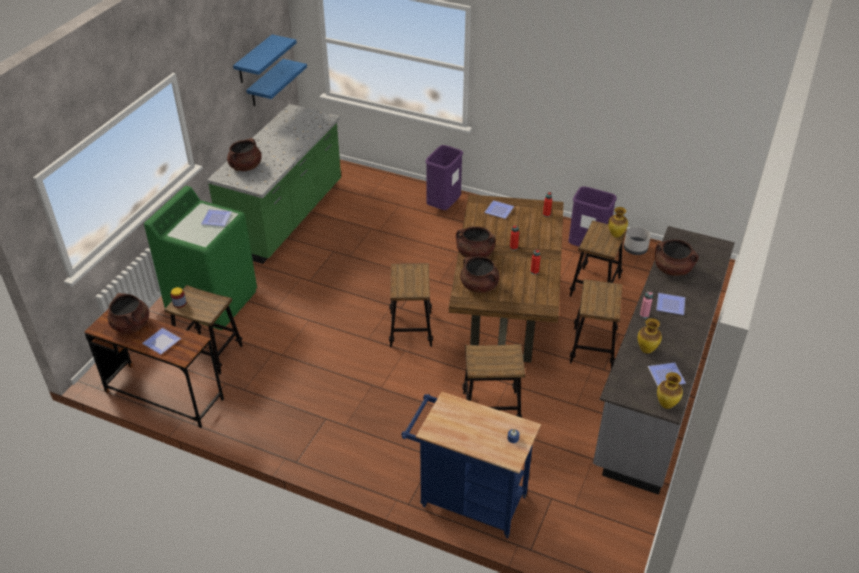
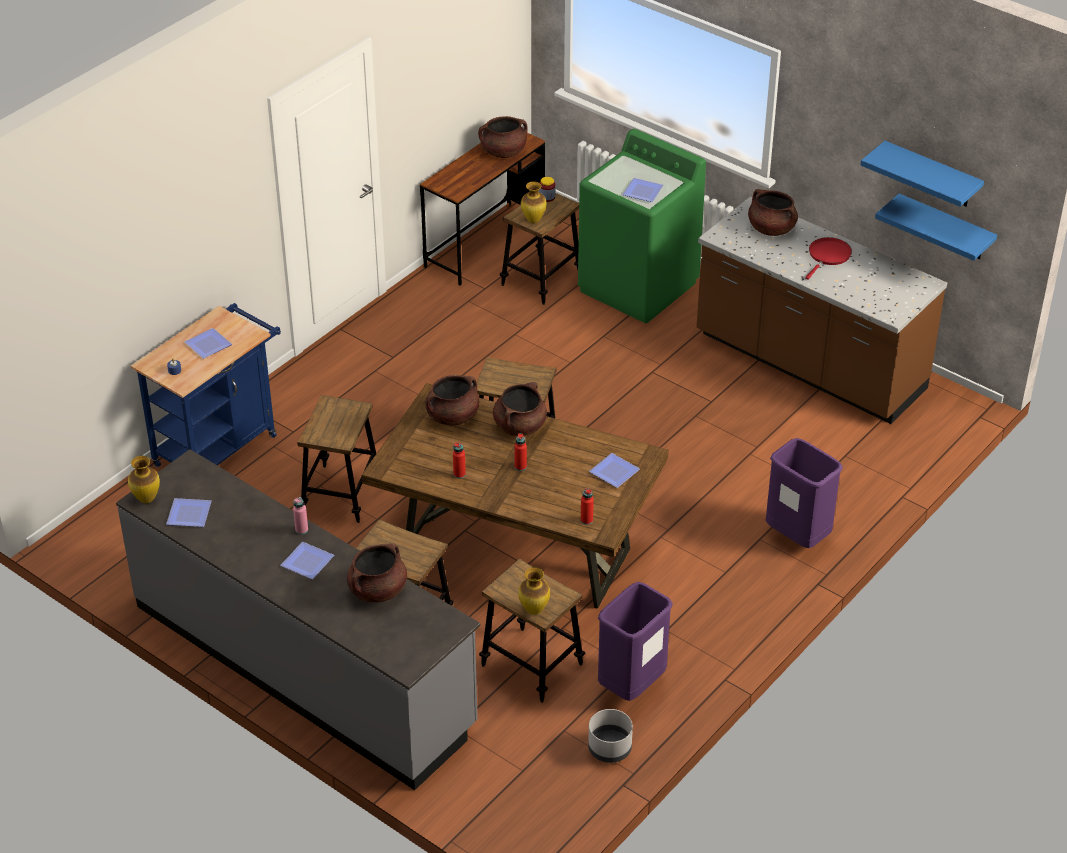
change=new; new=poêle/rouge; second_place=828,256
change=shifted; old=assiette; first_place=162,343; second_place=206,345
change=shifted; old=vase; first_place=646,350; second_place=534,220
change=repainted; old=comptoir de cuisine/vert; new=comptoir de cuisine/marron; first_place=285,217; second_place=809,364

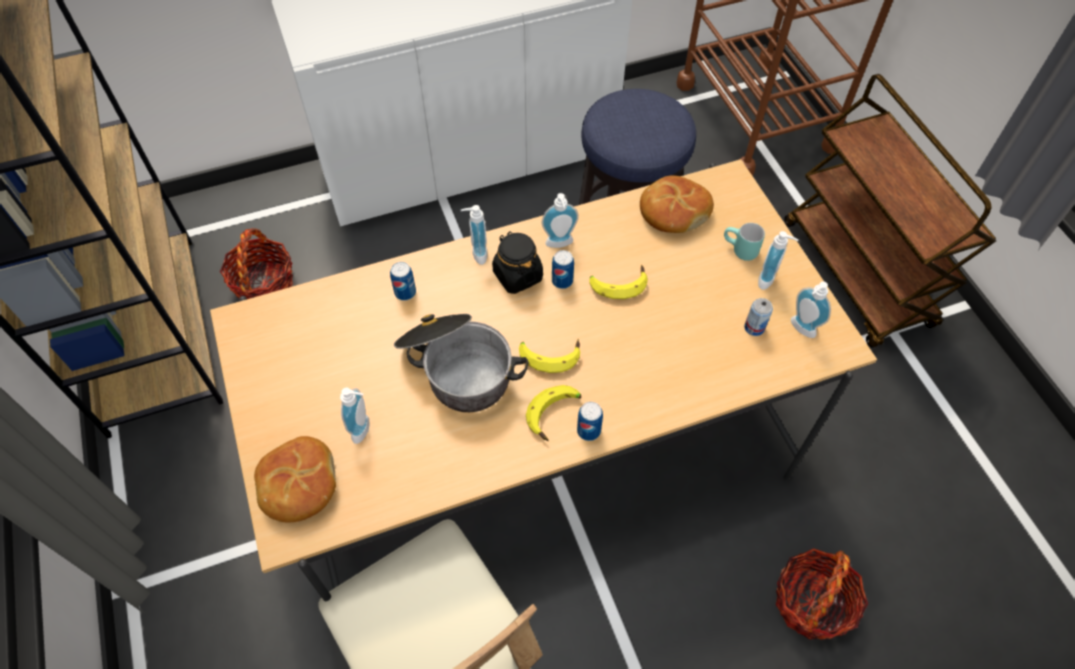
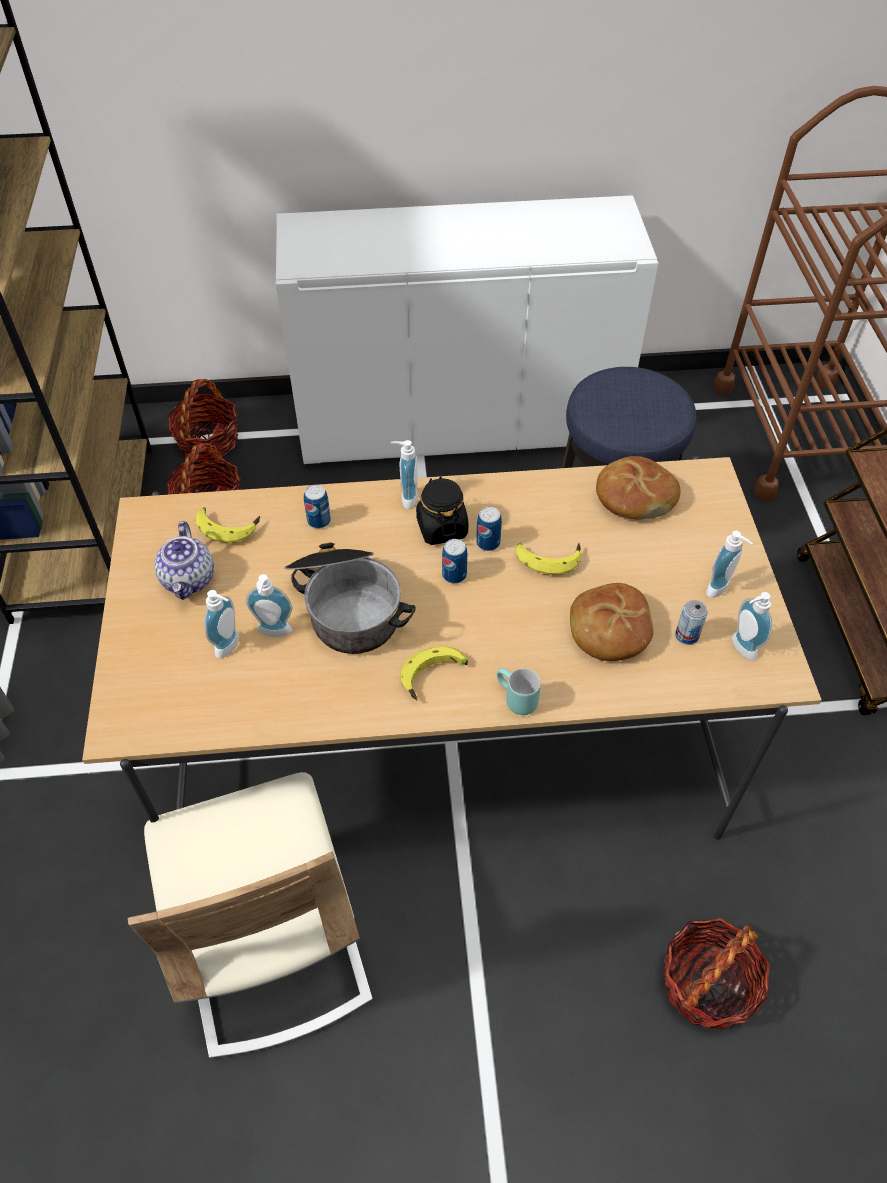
change=new; new=théière; second_place=189,579
change=new; new=panier; second_place=208,440
change=shifted; old=pain; first_place=298,485; second_place=608,630
change=shifted; old=banane; first_place=550,354; second_place=228,526
change=shifted; old=distributeur de savon; first_place=560,245; second_place=274,633
change=shifted; old=boîte métallique; first_place=588,431; second_place=454,575
change=shifted; old=mug/turquoise; first_place=739,251; second_place=514,700

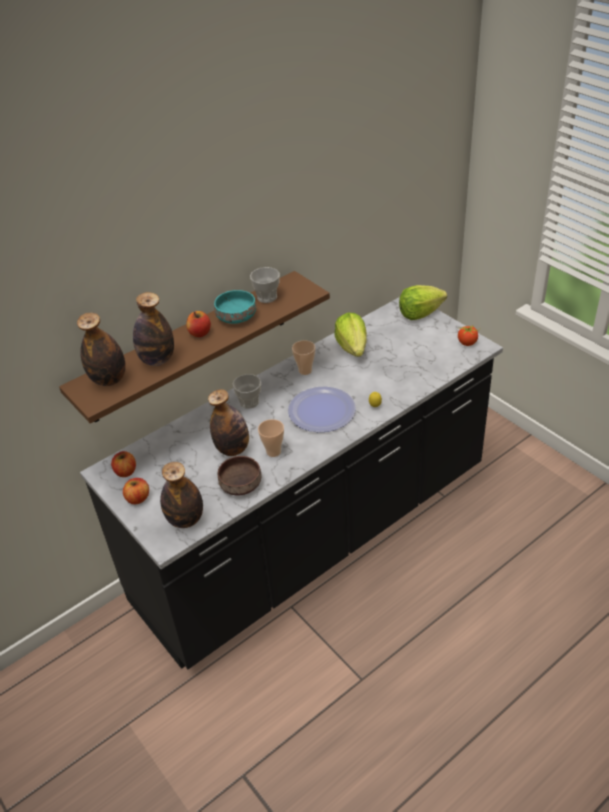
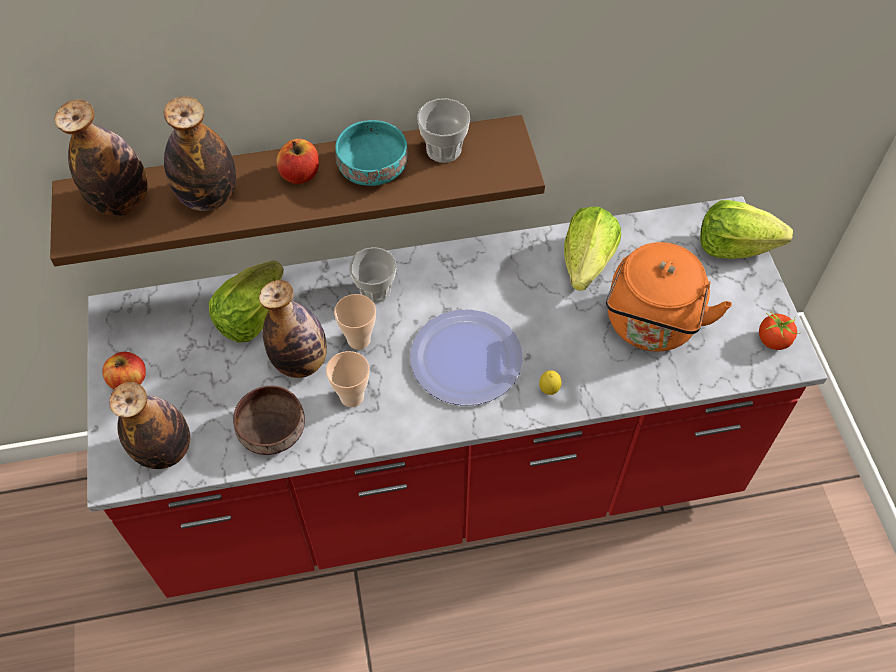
change=gone; old=pomme; first_place=126,472
change=new; new=laitue; second_place=251,316
change=new; new=bouilloire/orange; second_place=651,326
change=shifted; old=tasse; first_place=305,370; second_place=359,340
change=repainted; old=comptoir de cuisine/noir; new=comptoir de cuisine/rouge; first_place=314,536; second_place=448,479

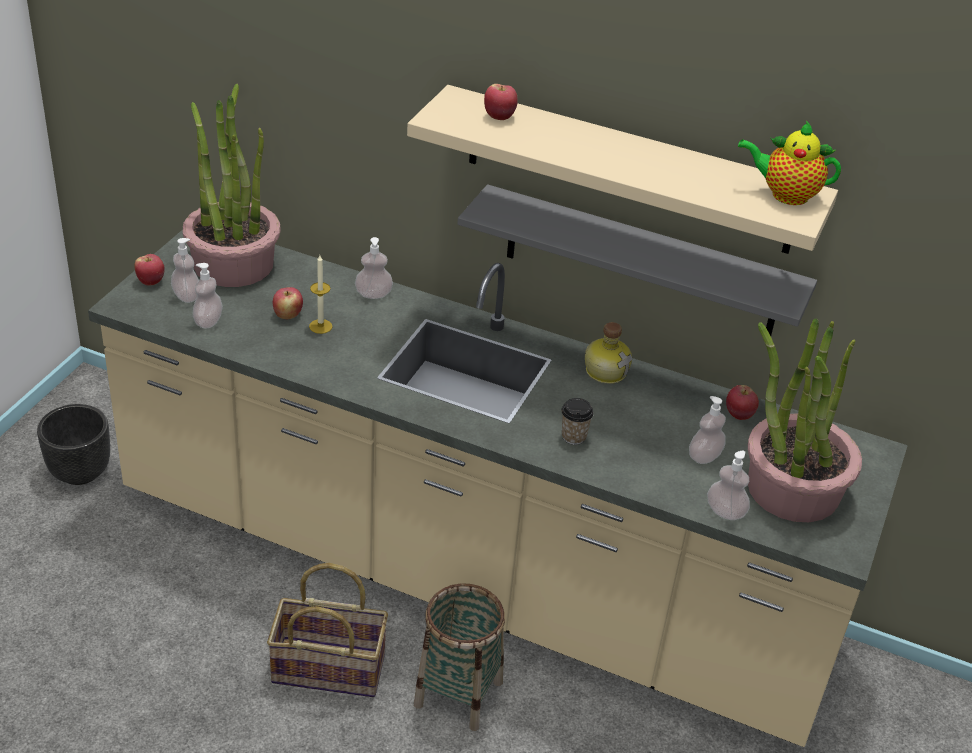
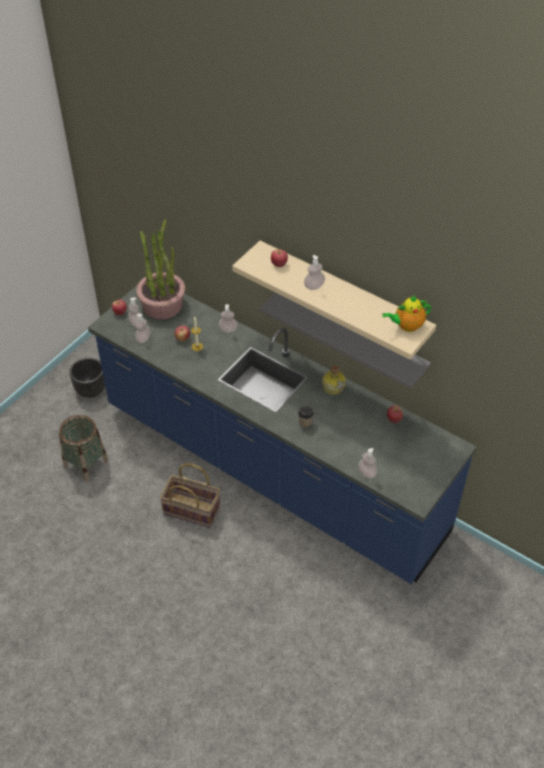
change=gone; old=plante en pot; first_place=792,489
change=shifted; old=panier; first_place=459,693; second_place=86,464
change=shifted; old=distributeur de savon; first_place=704,456; second_place=314,286
change=repainted; old=comptoir de cuisine/beige; new=comptoir de cuisine/bleu; first_place=468,575; second_place=272,470
change=rotated; old=théière; first_place=785,195; second_place=406,326; degrees=-45

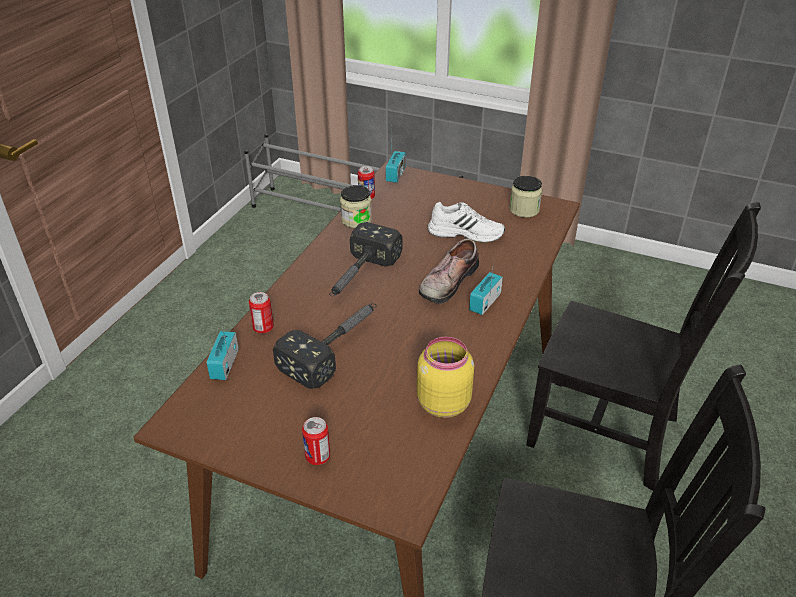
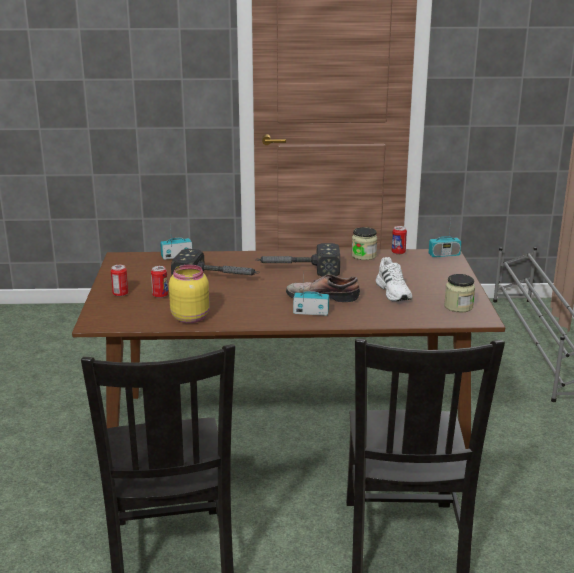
change=shifted; old=boîte métallique; first_place=263,328; second_place=160,295

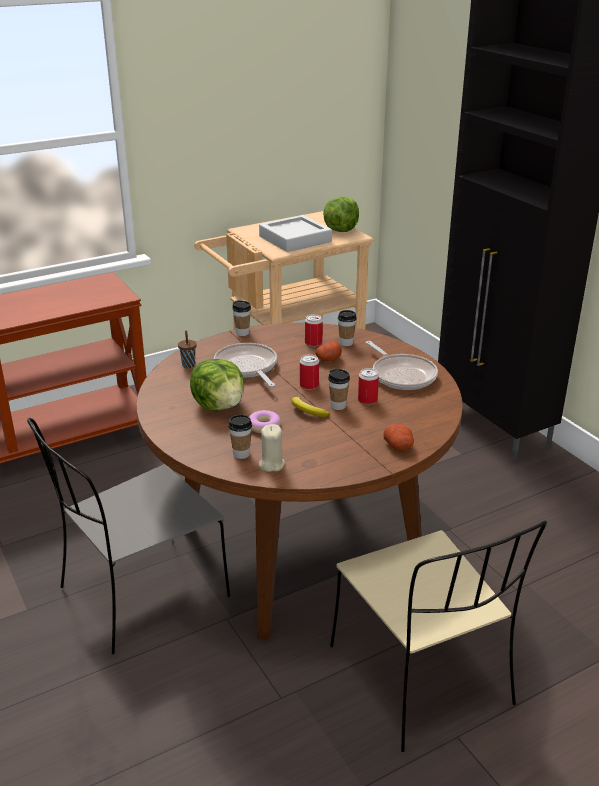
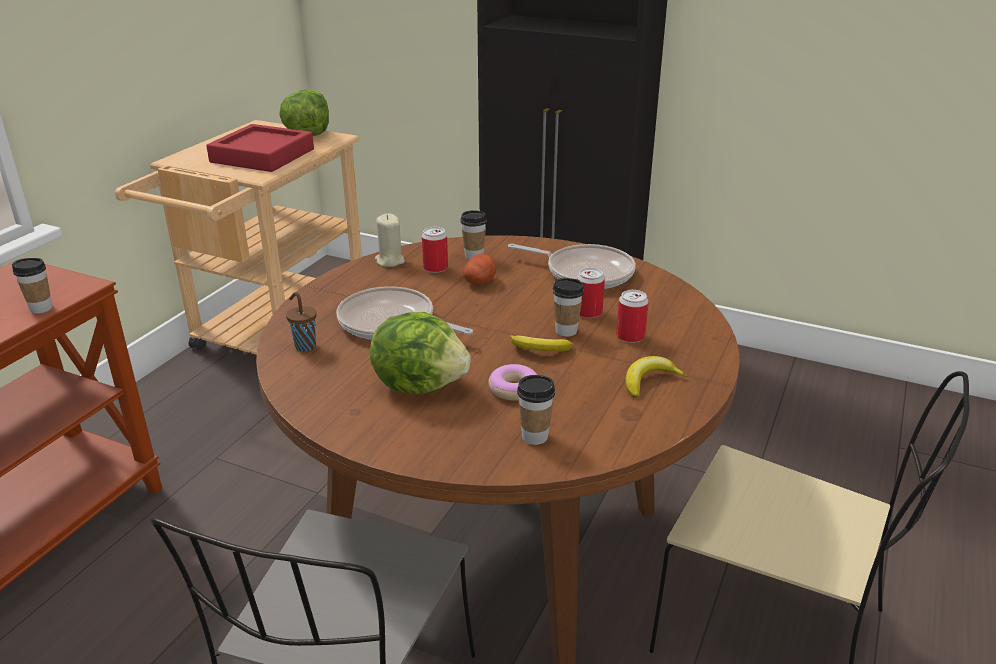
change=gone; old=pomme de terre; first_place=399,446
change=new; new=banane; second_place=649,381
change=shifted; old=tasse; first_place=242,333; second_place=41,308
change=shifted; old=bougie/beige; first_place=271,464; second_place=389,261
change=shifted; old=boîte métallique; first_place=309,385; second_place=630,336
change=repainted; old=plateau/gris; new=plateau/rouge; first_place=295,239; second_place=262,156

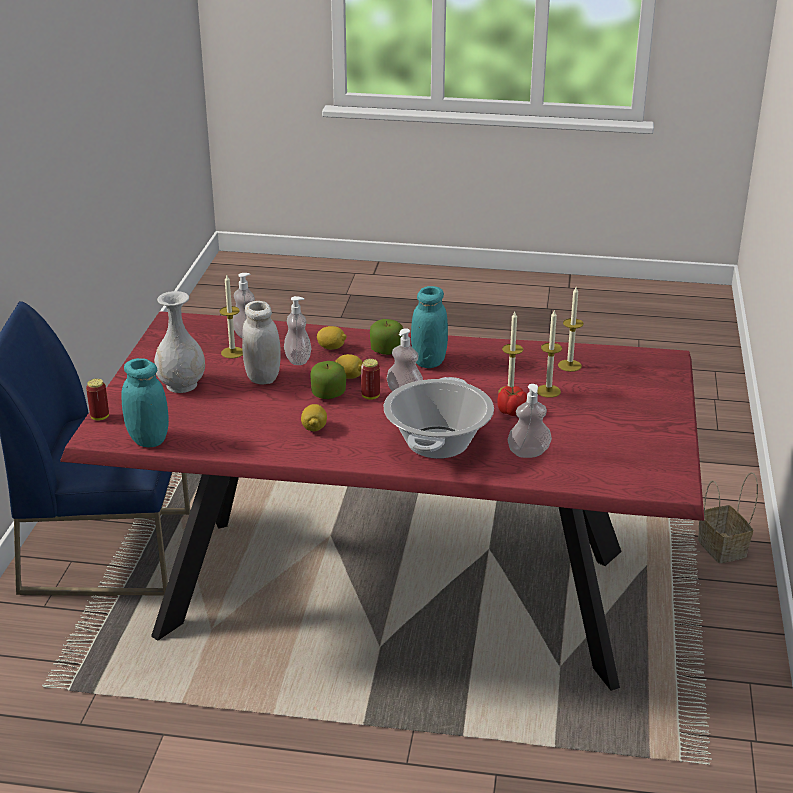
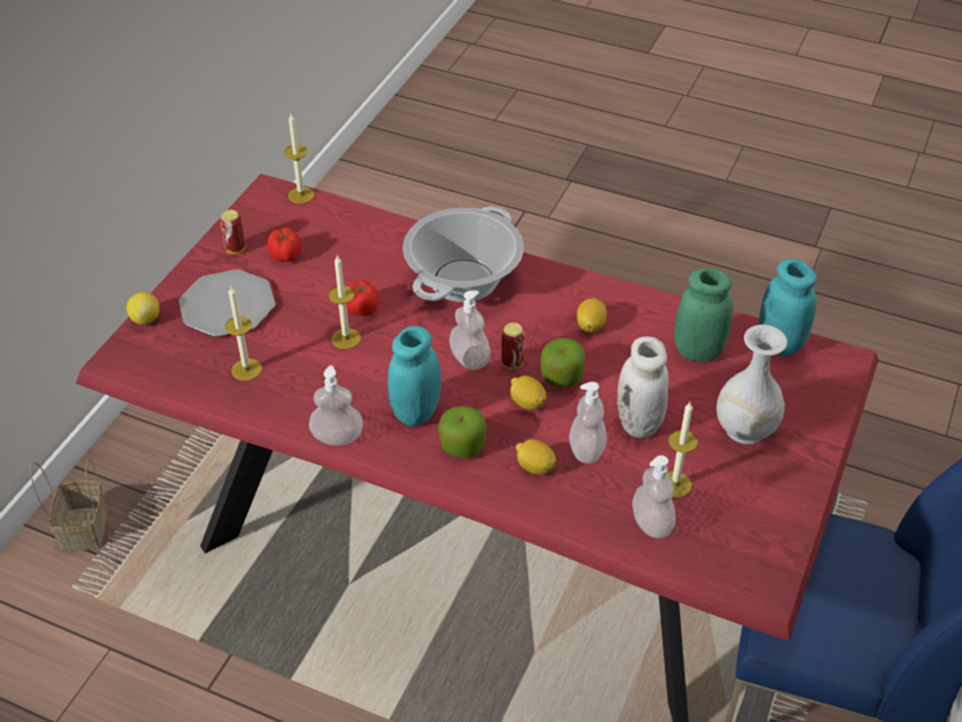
change=new; new=citron; second_place=146,319
change=new; new=assiette; second_place=227,305
change=new; new=tomate; second_place=286,256
change=new; new=bocal/vert; second_place=698,351
change=shifted; old=boîte métallique; first_place=100,417; second_place=235,249
change=shifted; old=distributeur de savon; first_place=528,453; second_place=337,437
change=shifted; old=bougie; first_place=548,391; second_place=301,195

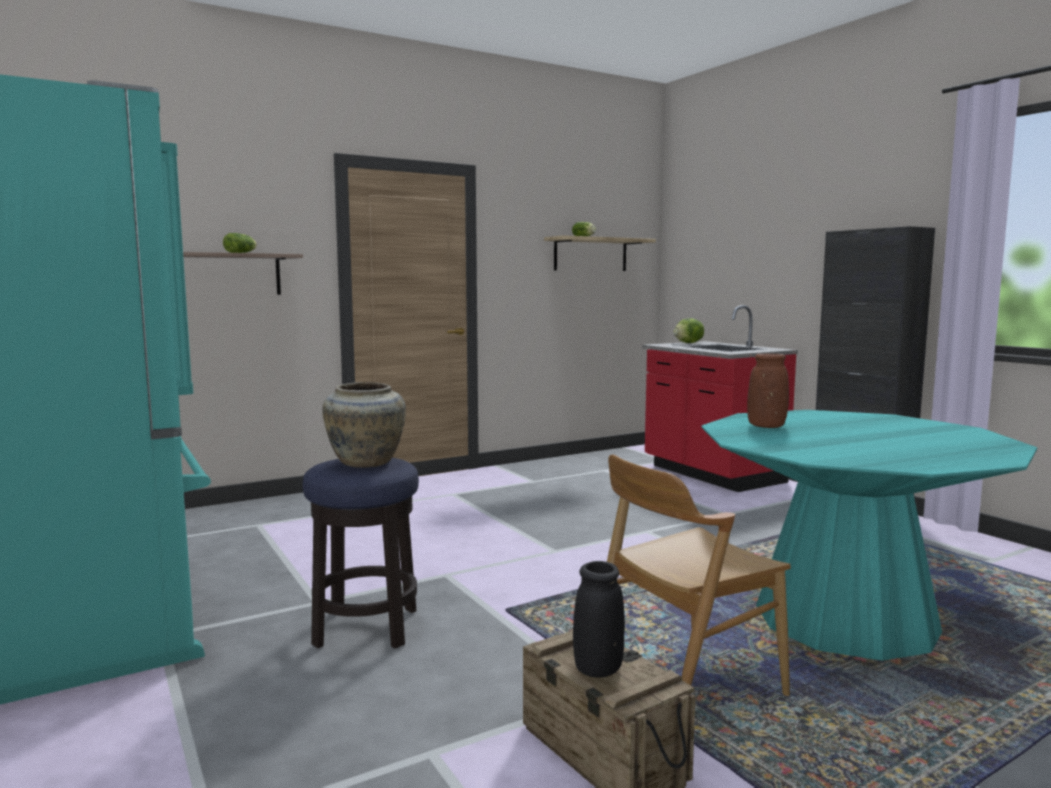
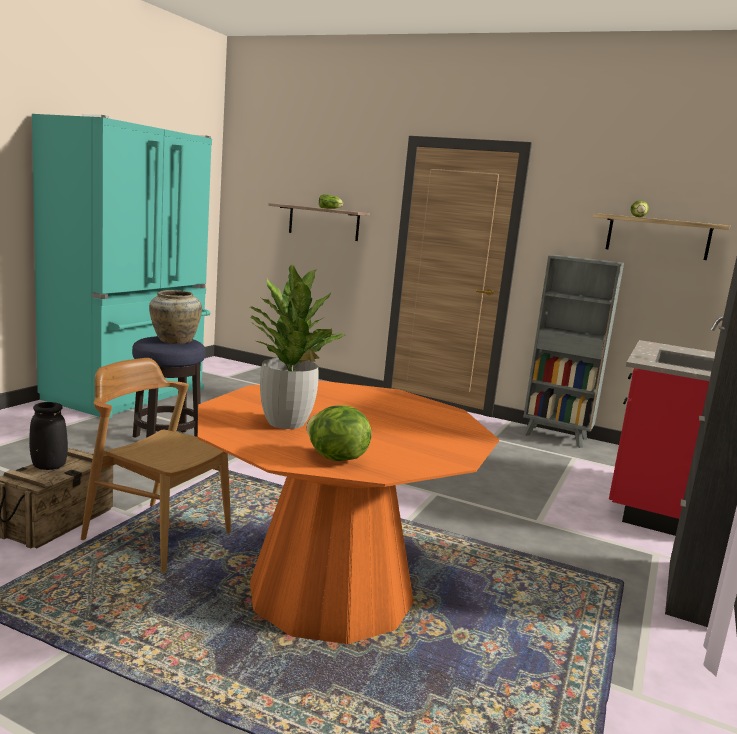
change=gone; old=vase/marron; first_place=766,426
change=new; new=plante en pot; second_place=286,422
change=new; new=bibliothèque/gris; second_place=556,437
change=shifted; old=laitue; first_place=689,343; second_place=335,458
change=repainted; old=table à manger/turquoise; new=table à manger/orange; first_place=845,619; second_place=331,593

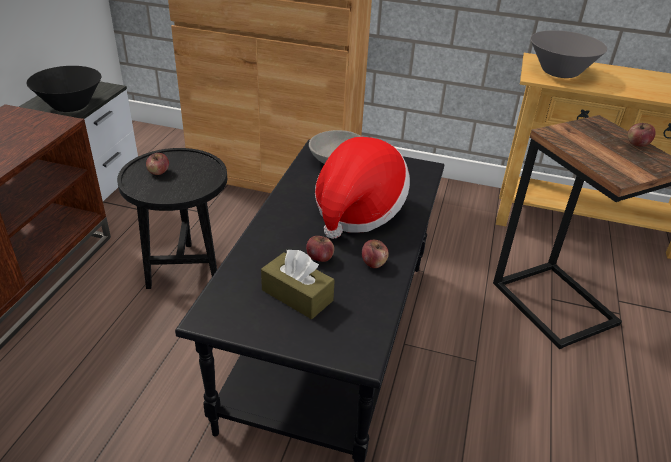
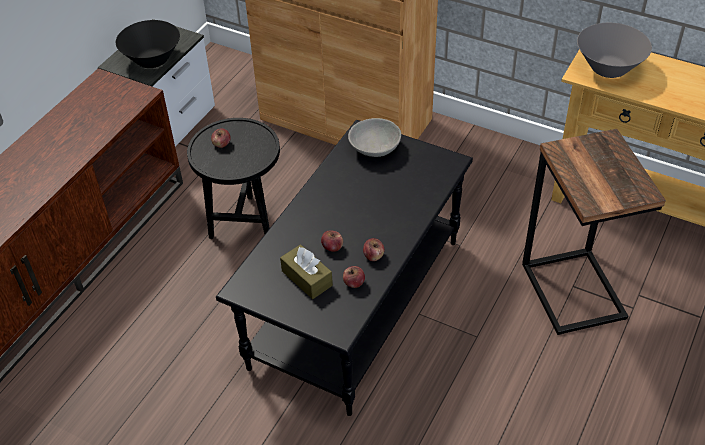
change=gone; old=chapeau; first_place=357,211
change=shifted; old=pomme; first_place=637,144; second_place=354,283

